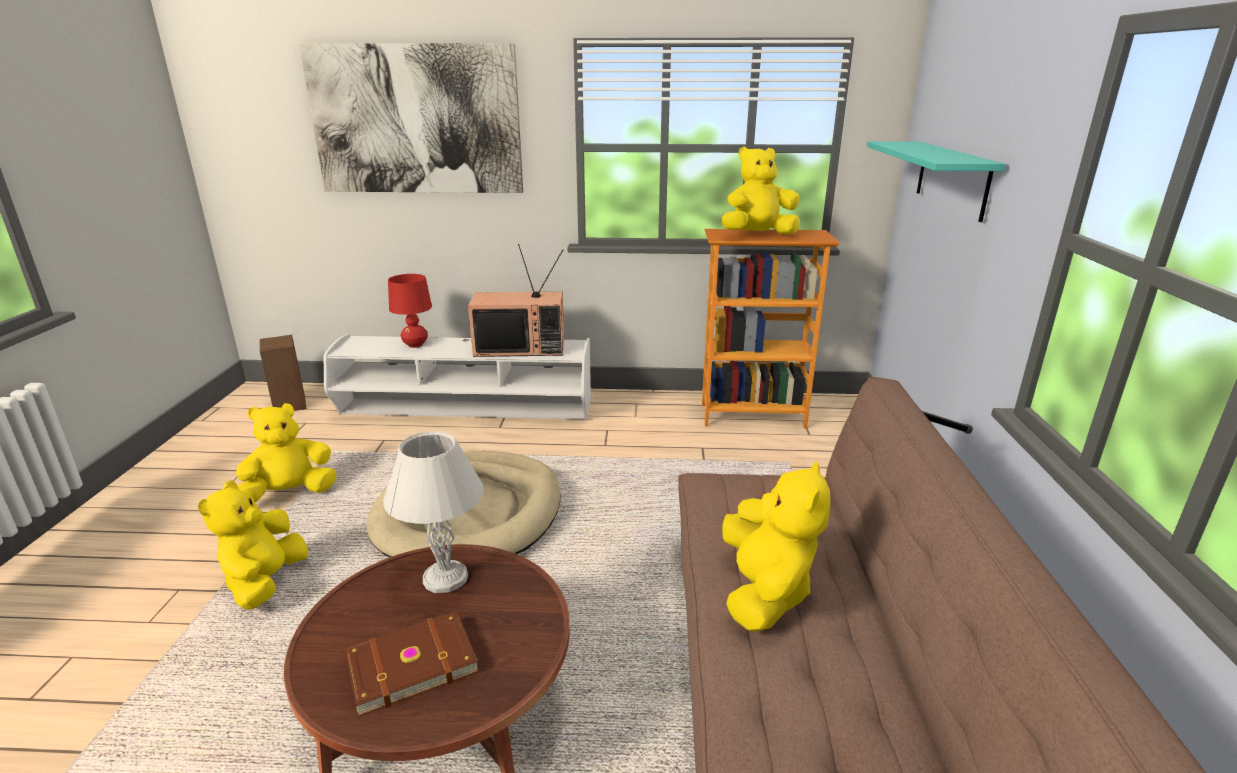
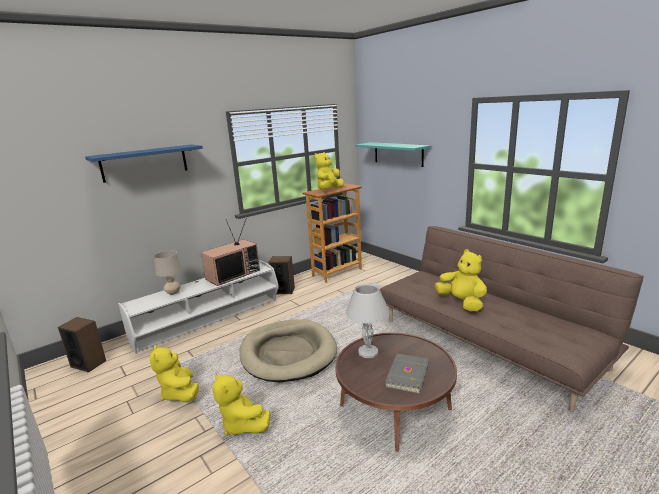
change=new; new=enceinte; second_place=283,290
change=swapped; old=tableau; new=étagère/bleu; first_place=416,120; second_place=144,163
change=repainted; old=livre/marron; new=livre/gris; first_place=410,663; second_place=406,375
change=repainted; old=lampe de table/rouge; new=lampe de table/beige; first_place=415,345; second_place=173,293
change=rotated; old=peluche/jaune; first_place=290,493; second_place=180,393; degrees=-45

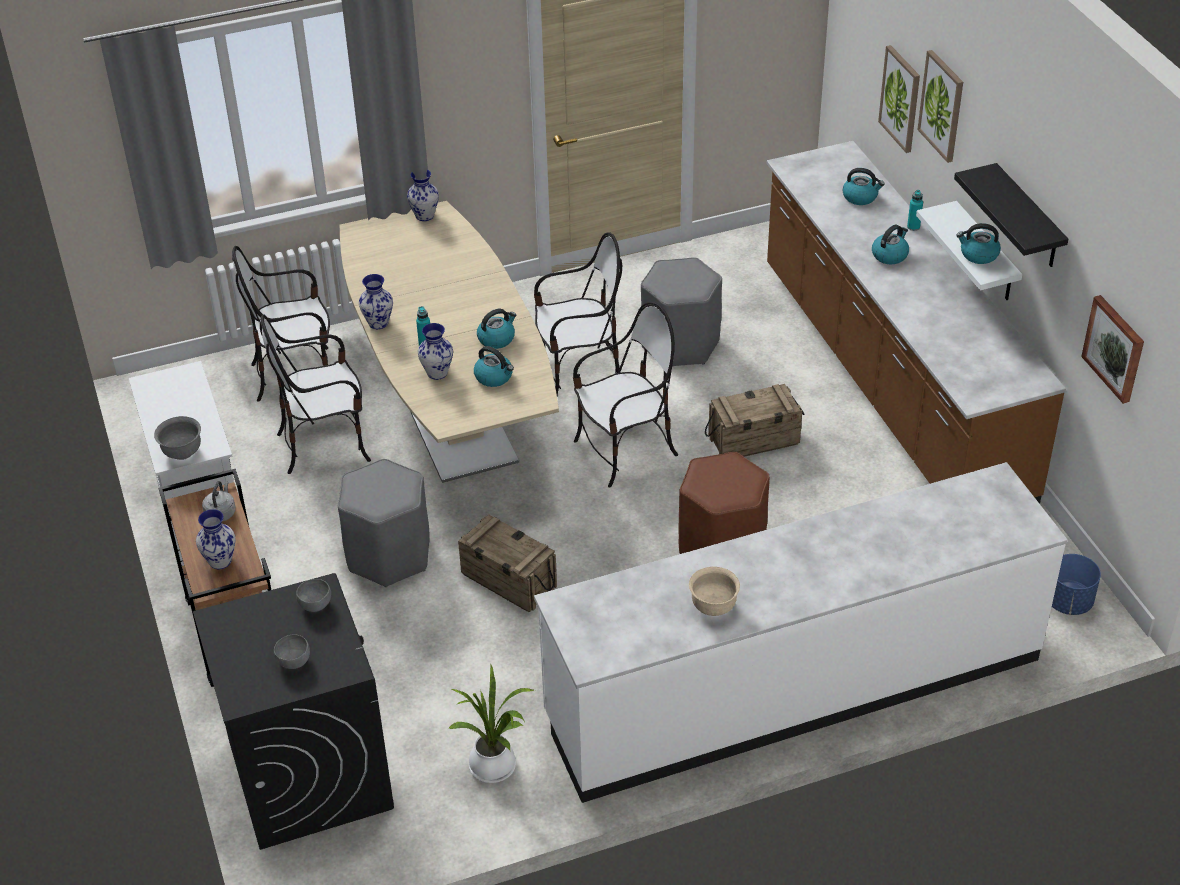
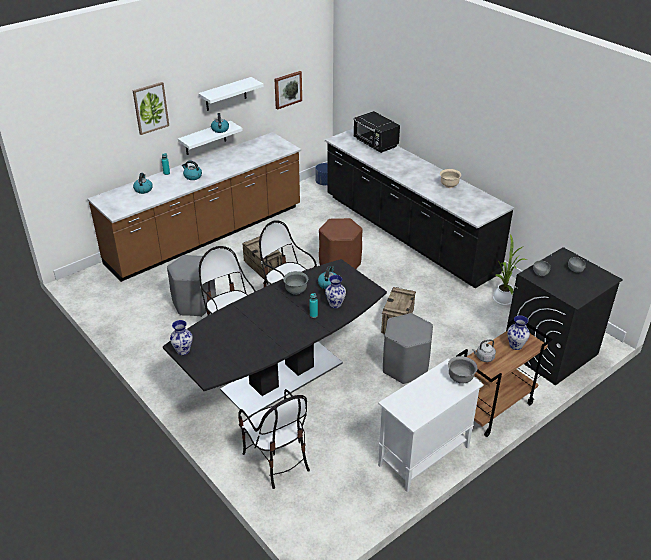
change=gone; old=chaise; first_place=325,444
change=gone; old=vase; first_place=379,323
change=gone; old=tableau; first_place=900,98
change=new; new=micro-ondes/noir; second_place=375,144
change=swapped; old=bouilloire; new=bol/gris; first_place=496,339; second_place=296,291
change=repainted; old=table à manger/beige; new=table à manger/noir; first_place=451,410; second_place=282,376
change=repainted; old=comptoir de cuisine/blanc; new=comptoir de cuisine/noir; first_place=793,688; second_place=407,234
change=repainted; old=étagère/noir; new=étagère/blanc; first_place=1028,218; second_place=226,94

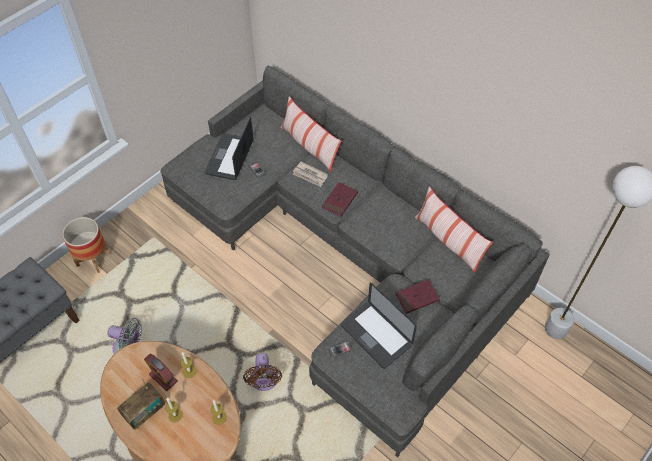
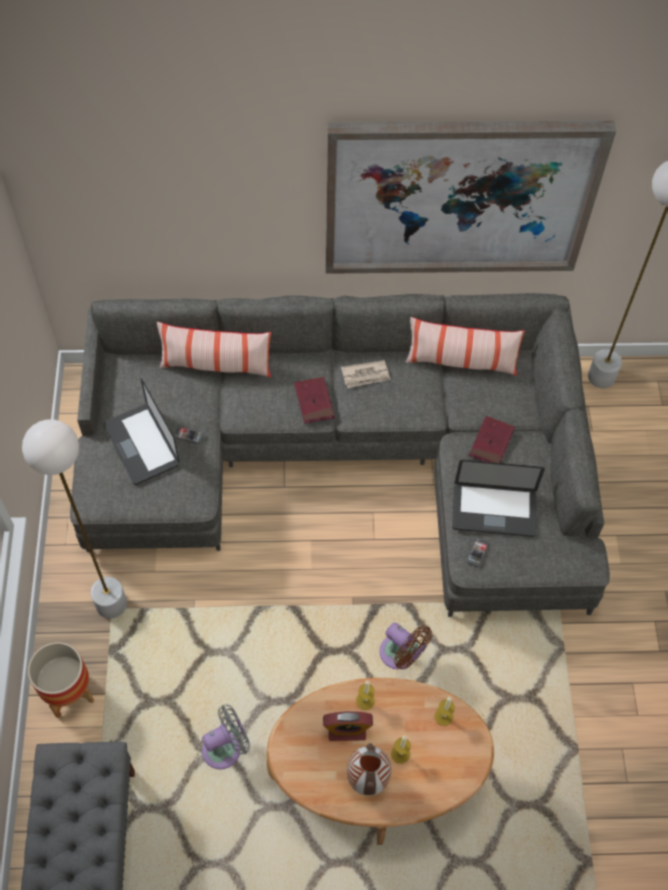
change=new; new=lampadaire/blanc; second_place=111,604
change=new; new=tableau; second_place=459,197
change=shifted; old=journal; first_place=310,175; second_place=366,375
change=swapped; old=radio; new=vase; first_place=144,411; second_place=367,778

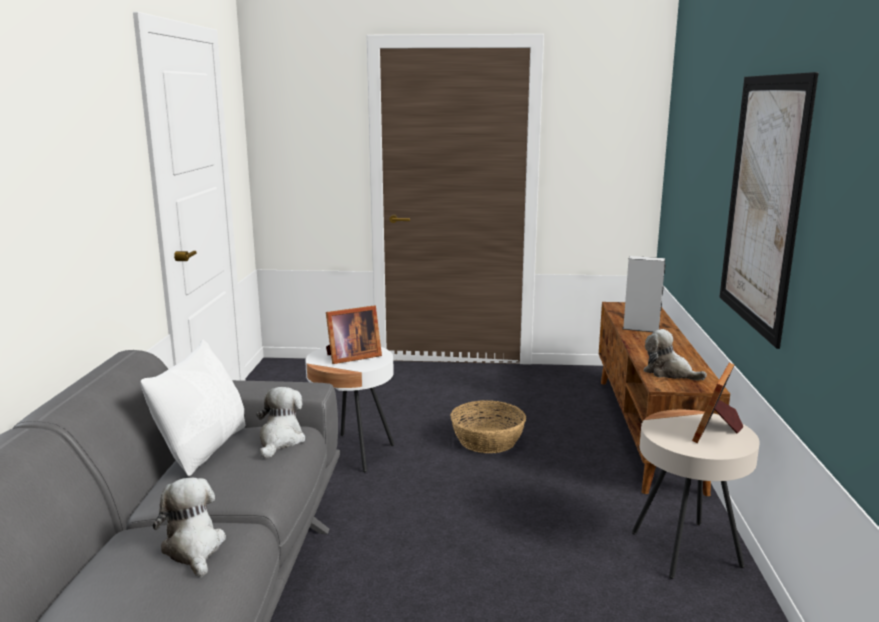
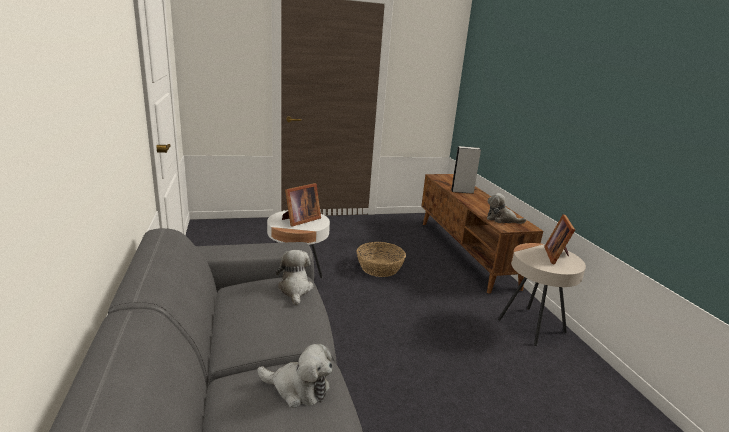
change=gone; old=coussin/blanc; first_place=203,448
change=gone; old=tableau; first_place=762,203
change=rotated; old=peluche; first_place=193,548; second_place=298,388; degrees=150

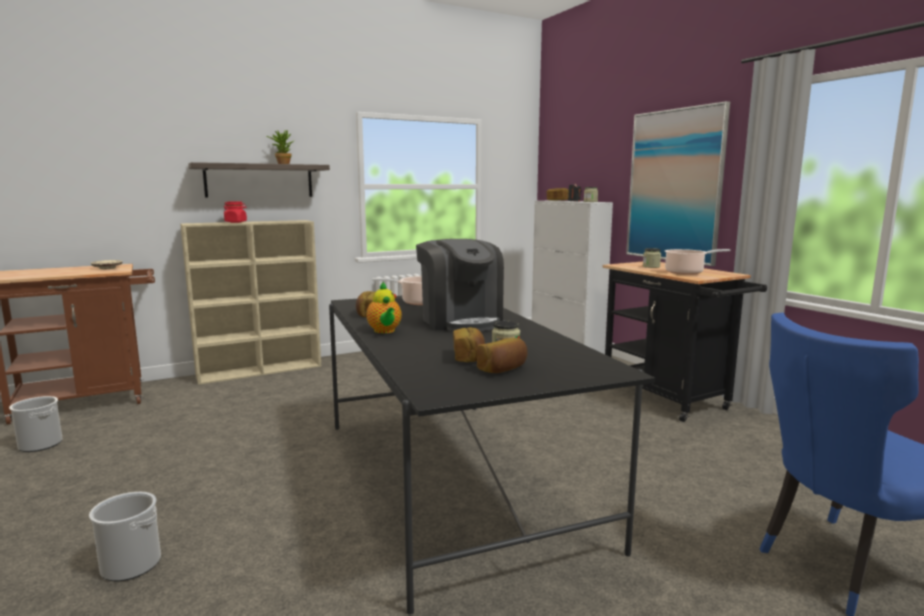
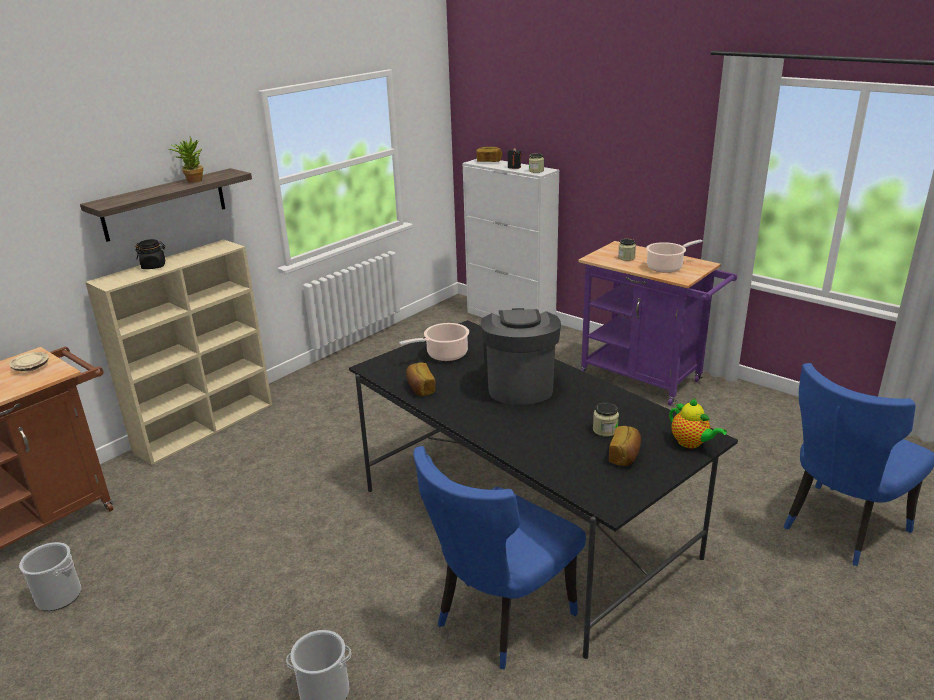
change=gone; old=pain; first_place=469,357
change=gone; old=tableau; first_place=674,186
change=new; new=chaise/bleu; second_place=499,618
change=shifted; old=théière; first_place=385,331; second_place=691,443
change=repainted; old=bocal/rouge; new=bocal/noir; first_place=236,222; second_place=154,266
change=repainted; old=chariot/noir; new=chariot/violet; first_place=669,400; second_place=647,380
change=rotated; old=machine à café; first_place=460,321; second_place=519,384; degrees=-135

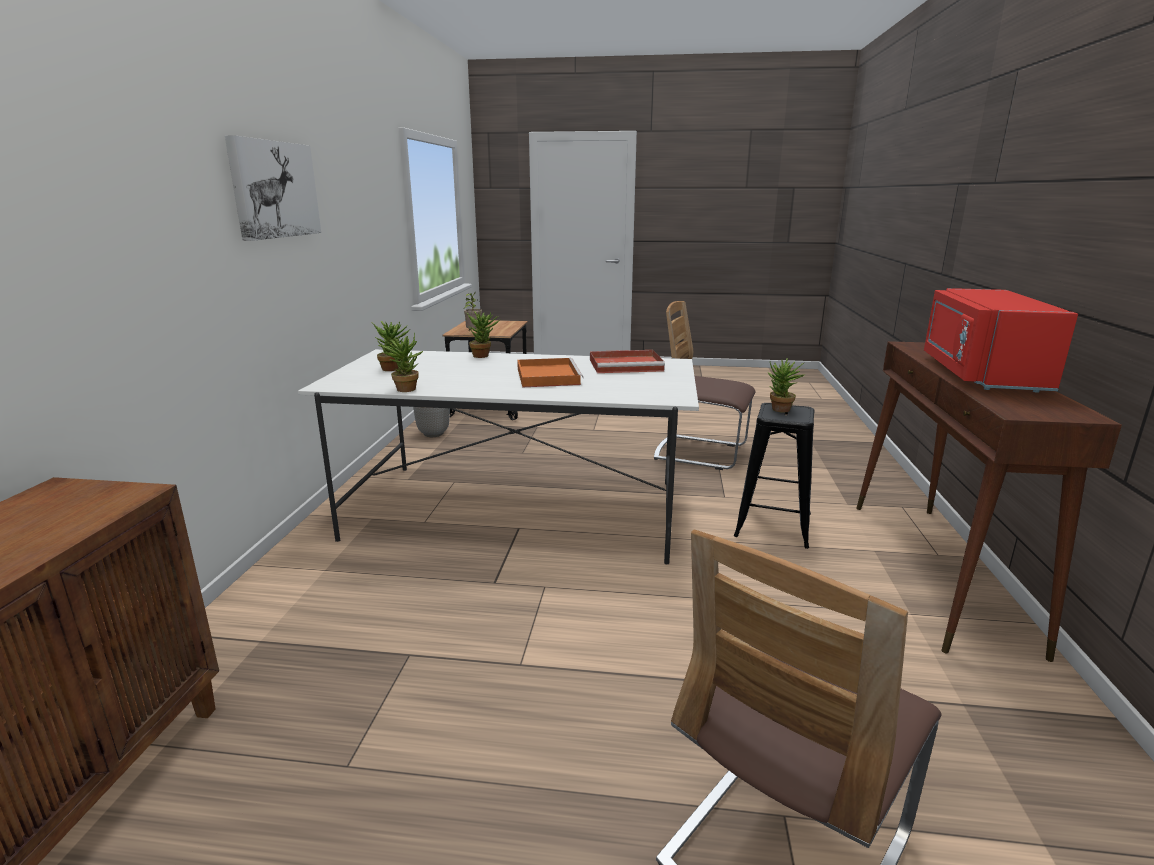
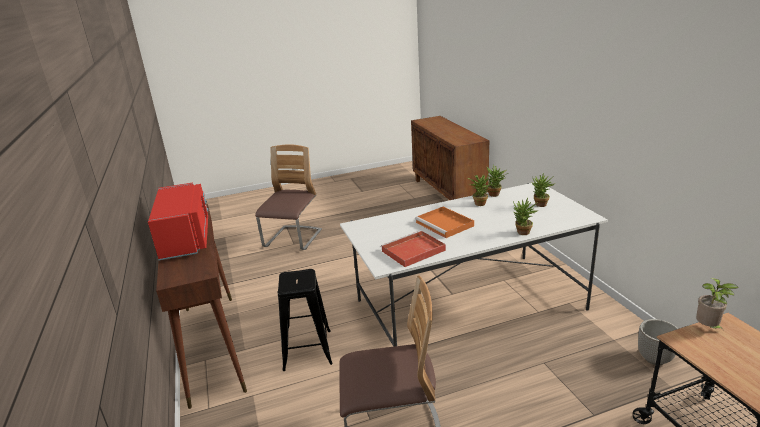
change=gone; old=tableau; first_place=274,189
change=shifted; old=plante en pot; first_place=780,411; second_place=479,203

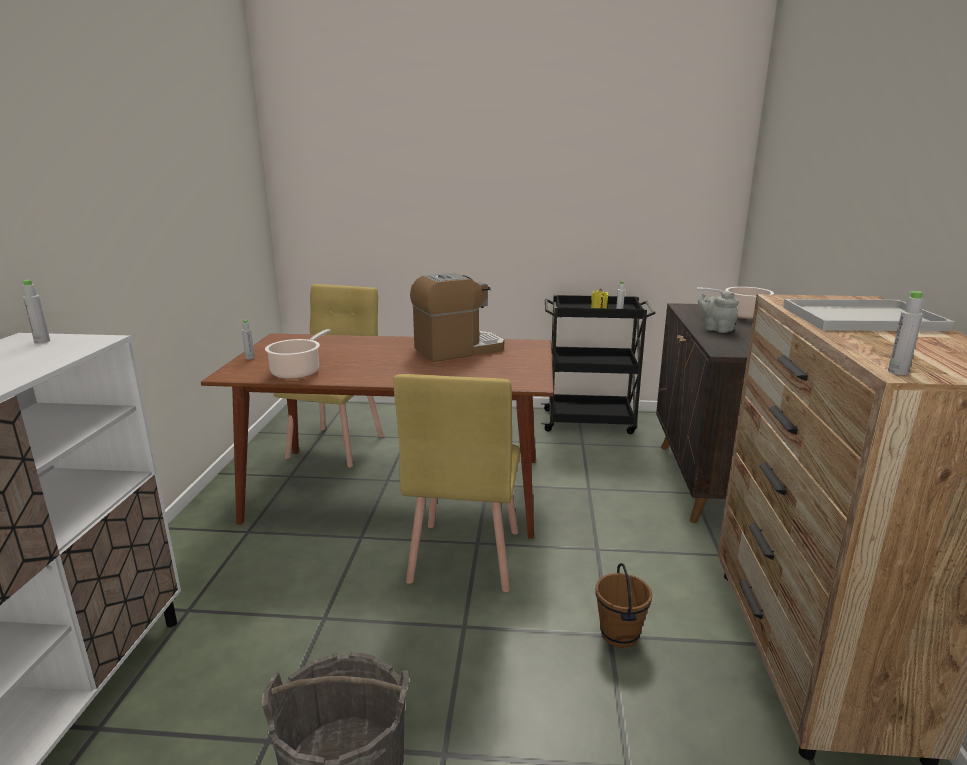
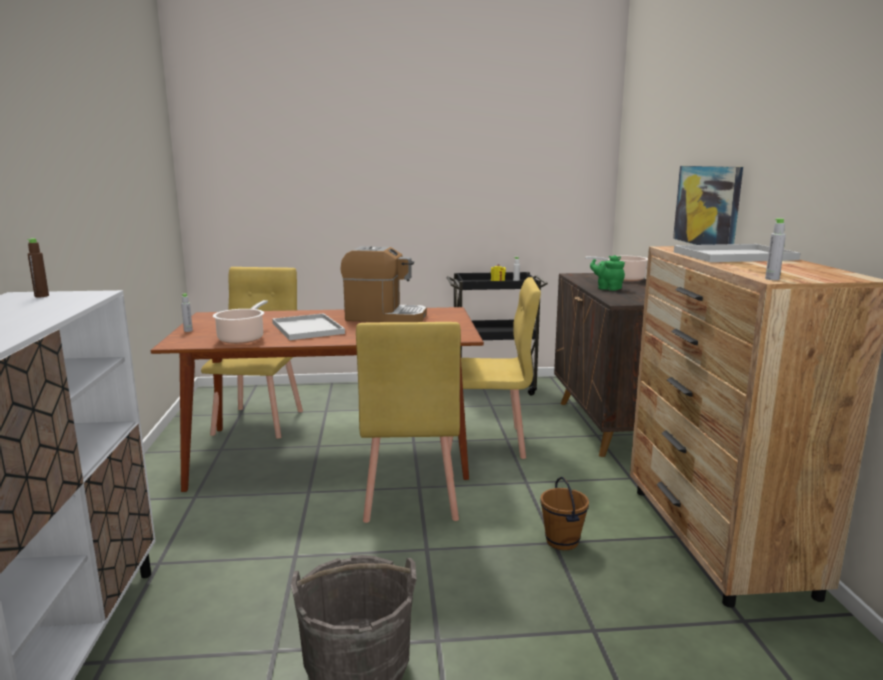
change=new; new=plateau/blanc; second_place=309,329
change=new; new=chaise/jaune; second_place=485,442
change=new; new=tableau; second_place=707,206
change=repainted; old=bouteille/gris; new=bouteille/marron; first_place=42,341; second_place=41,296
change=repainted; old=théière/gris; new=théière/vert; first_place=716,329; second_place=607,288
change=rotated; old=machine à café; first_place=458,350; second_place=385,317; degrees=45

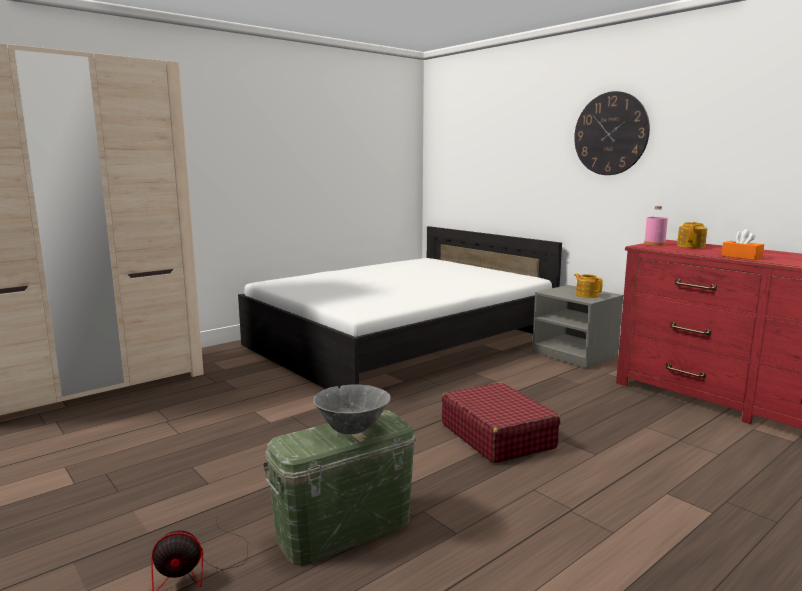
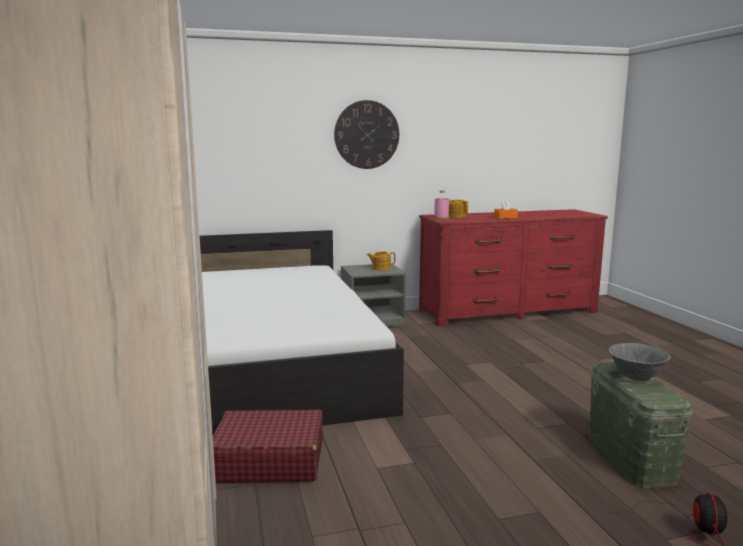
change=shifted; old=valise/rouge; first_place=497,436; second_place=268,461

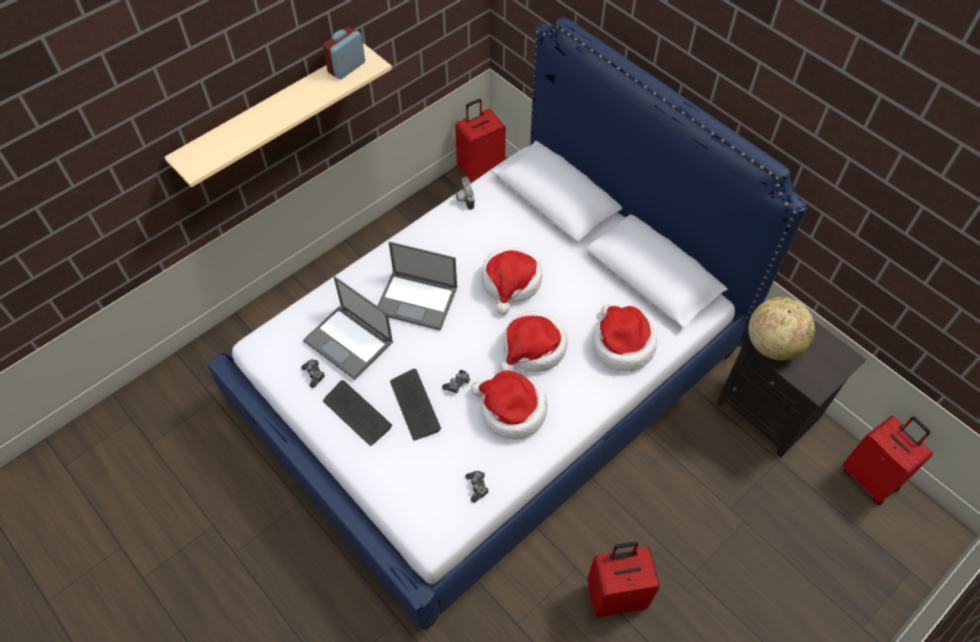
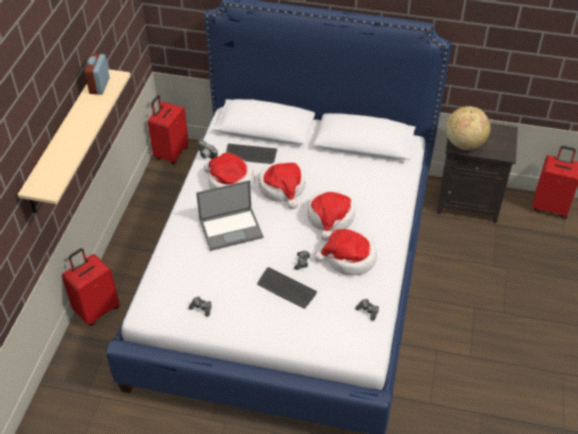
change=gone; old=ordinateur portable; first_place=349,342
change=shifted; old=clavier; first_place=357,413; second_place=251,155
change=shifted; old=valise/rouge; first_place=616,595; second_place=97,310
change=shifted; old=chapeau; first_place=621,344; second_place=229,182

